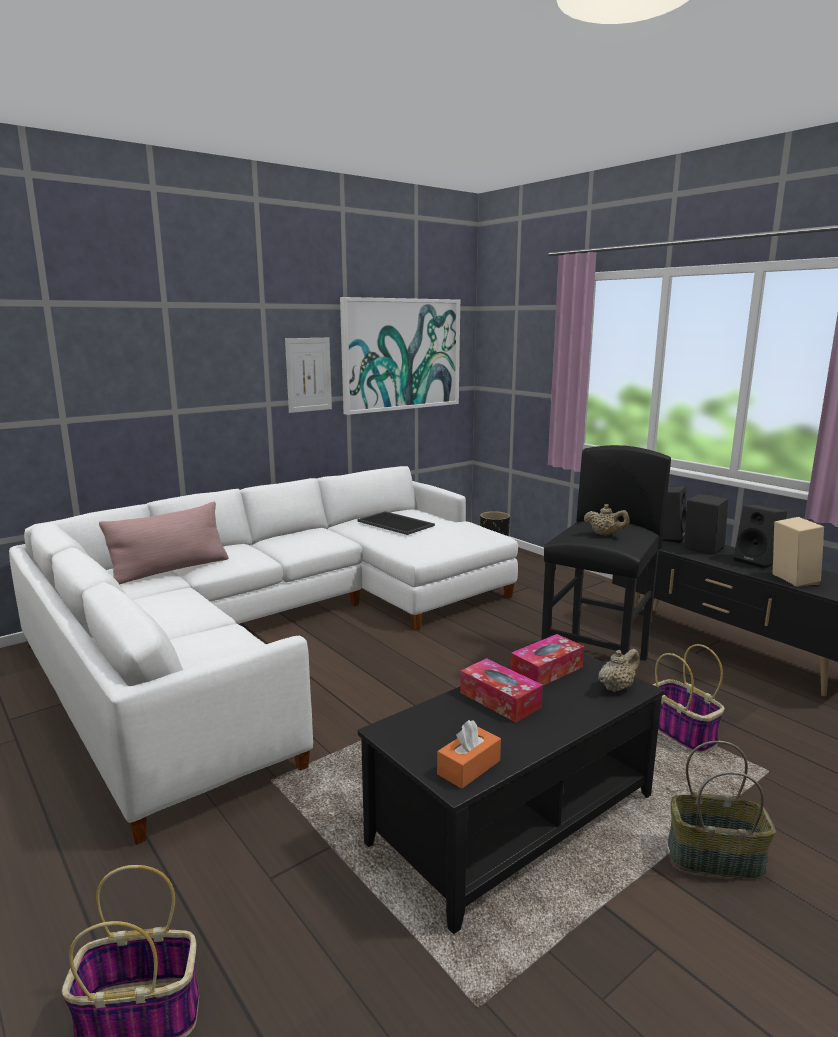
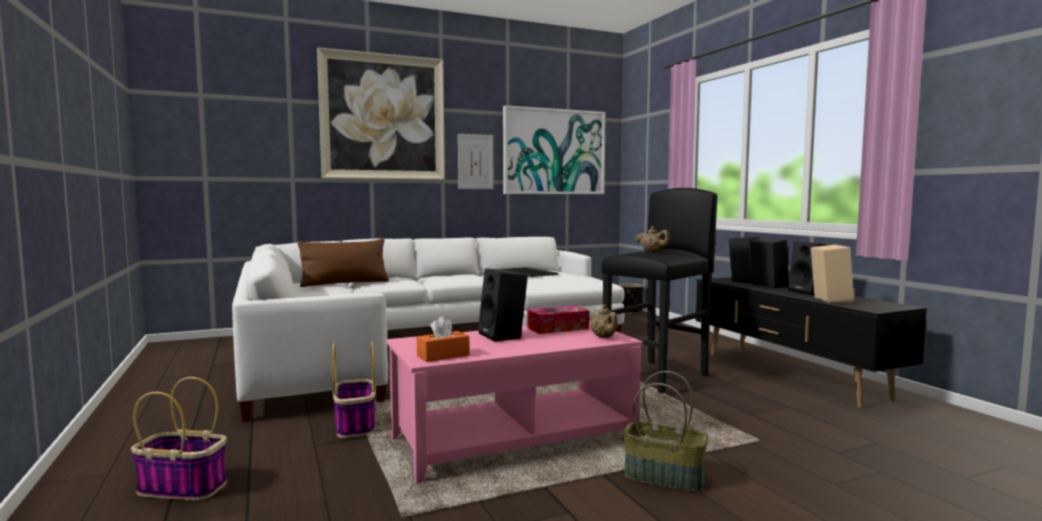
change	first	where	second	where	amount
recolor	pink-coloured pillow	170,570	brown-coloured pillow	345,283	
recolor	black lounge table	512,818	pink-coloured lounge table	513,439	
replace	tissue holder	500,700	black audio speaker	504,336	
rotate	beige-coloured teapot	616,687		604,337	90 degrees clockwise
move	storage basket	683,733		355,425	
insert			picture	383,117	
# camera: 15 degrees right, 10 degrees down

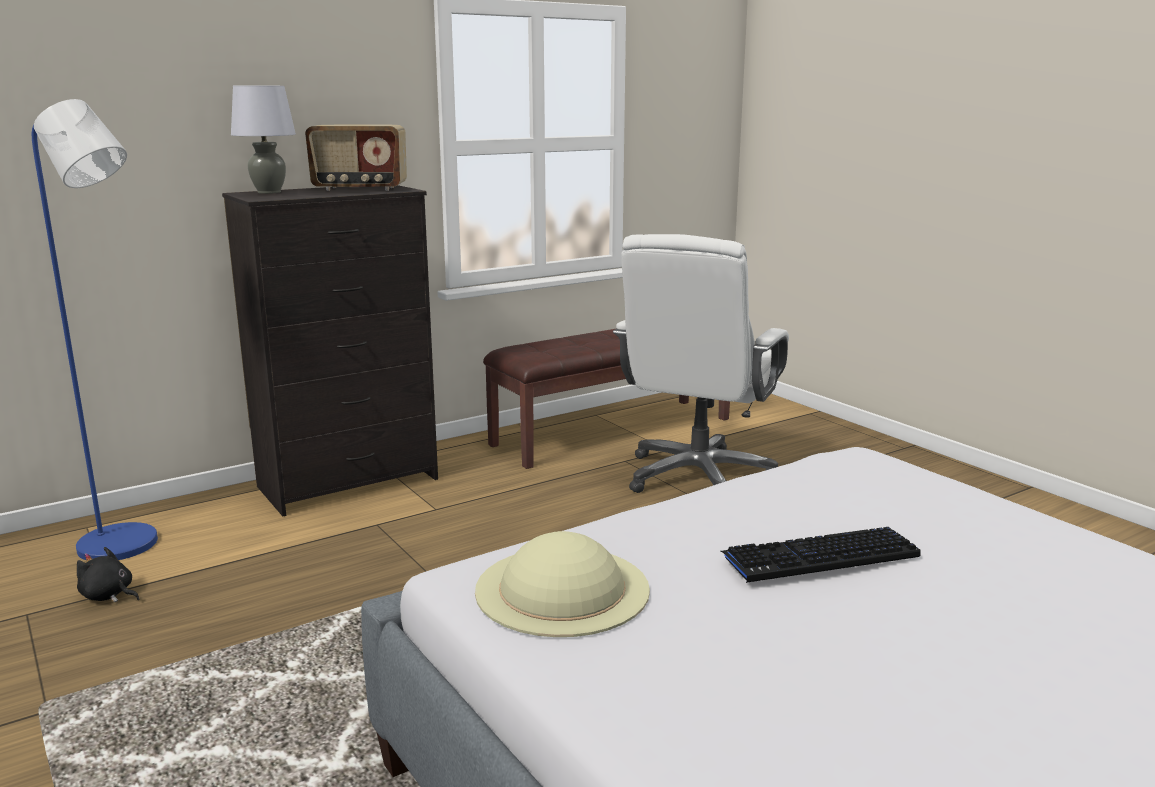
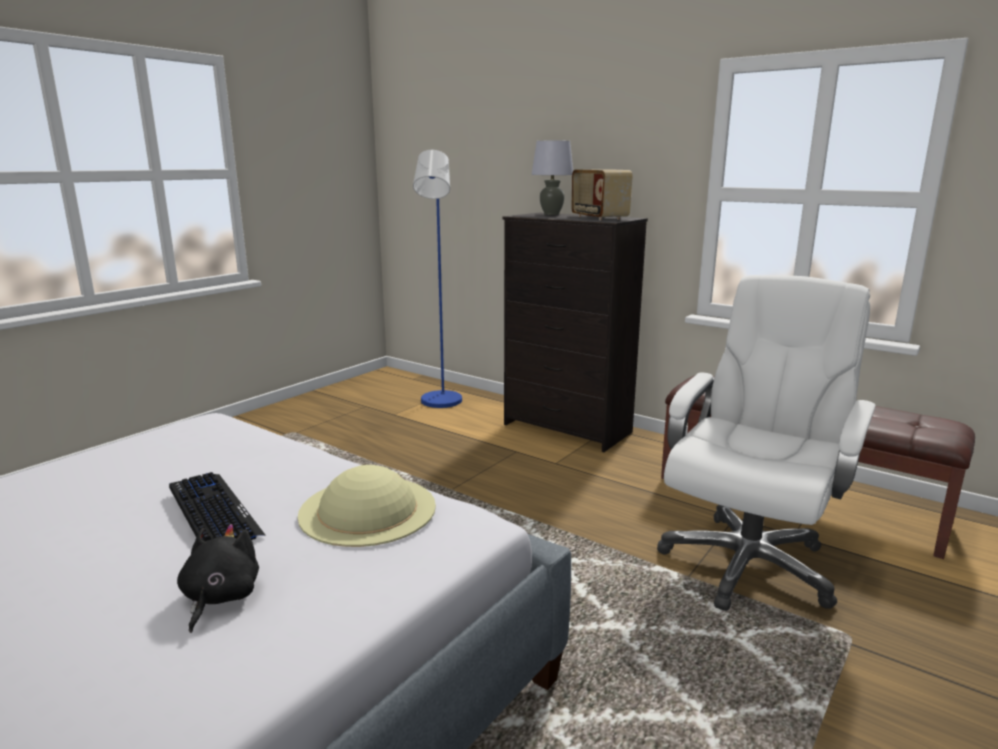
change	first	where	second	where	amount
move	black plush toy	109,596		219,598	
move	beige-coloured hat	562,589		368,509	
rotate	whitish desk chair	698,477		747,563	120 degrees clockwise
# camera: 70 degrees right, 0 degrees up

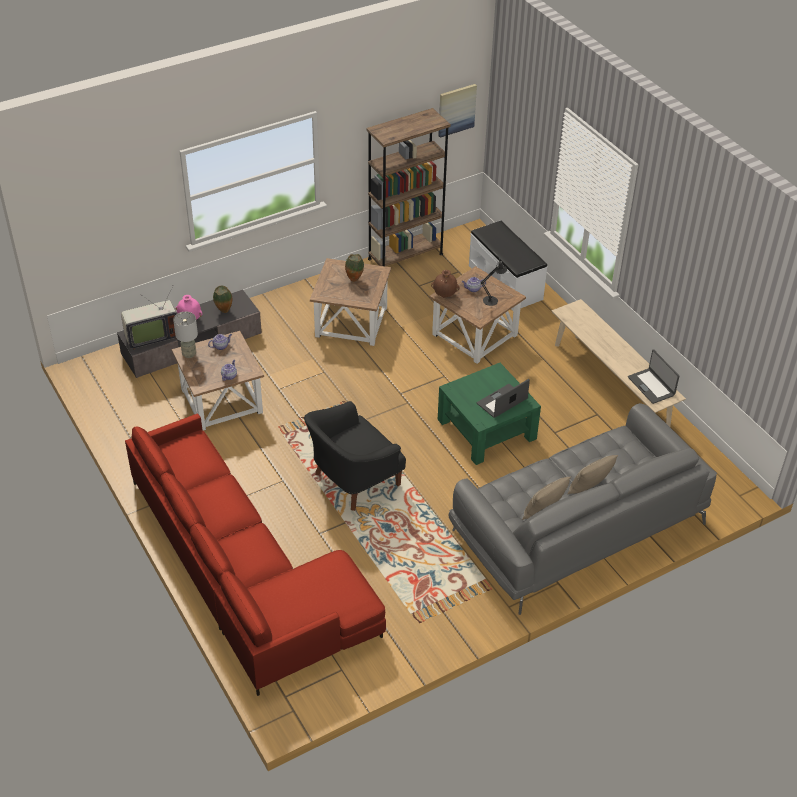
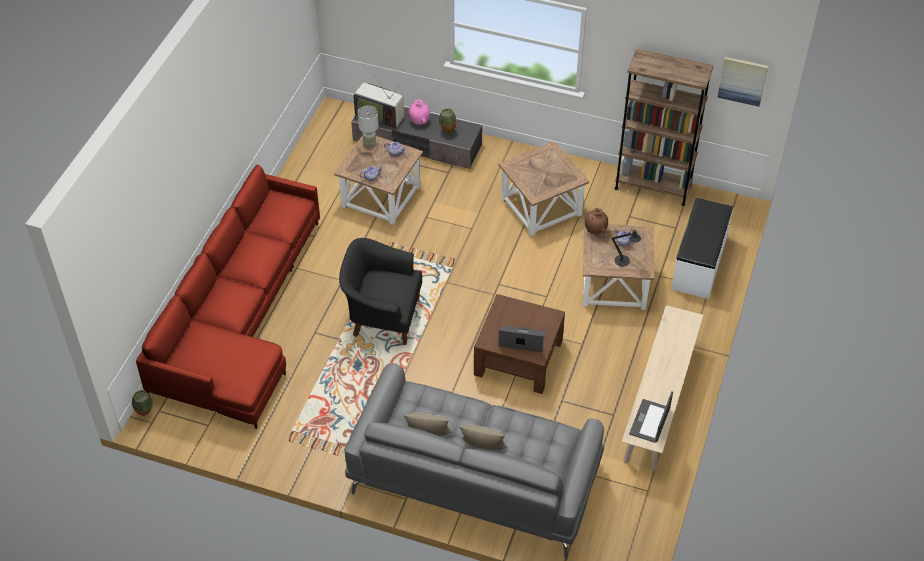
change	first	where	second	where	amount
move	flower vase	354,279		145,413	
recolor	green-coloured lounge table	486,429	brown-coloured lounge table	518,357	
# camera: 50 degrees right, 5 degrees up

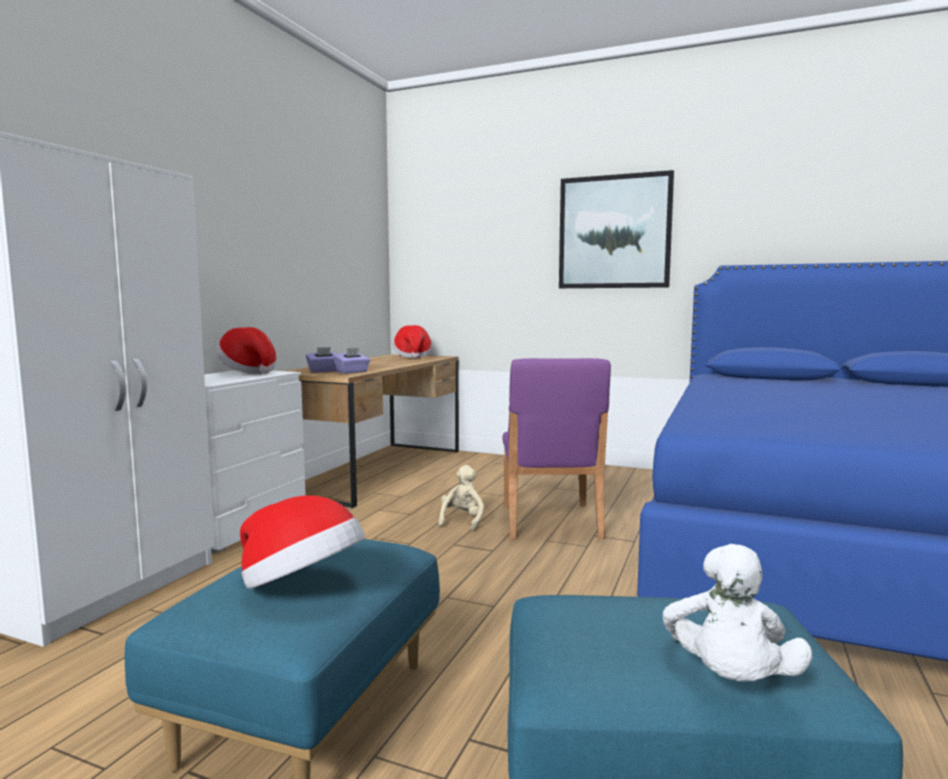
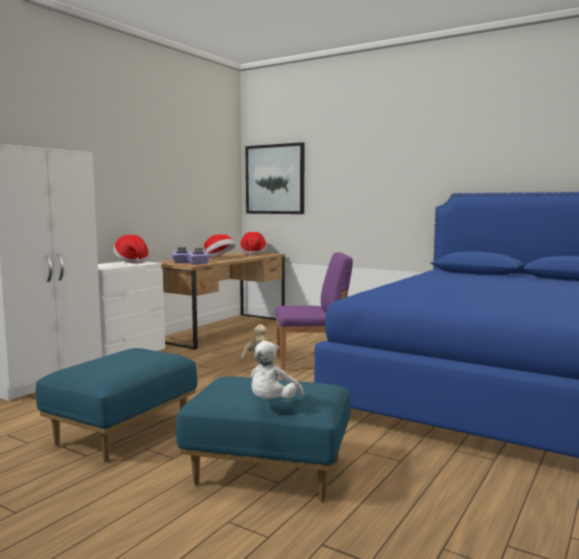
change	first	where	second	where	amount
move	hat	302,587		219,257	
rotate	purple upright chair	549,521		312,362	105 degrees counterclockwise
move	picture	614,232		275,179	
# camera: 10 degrees right, 0 degrees up

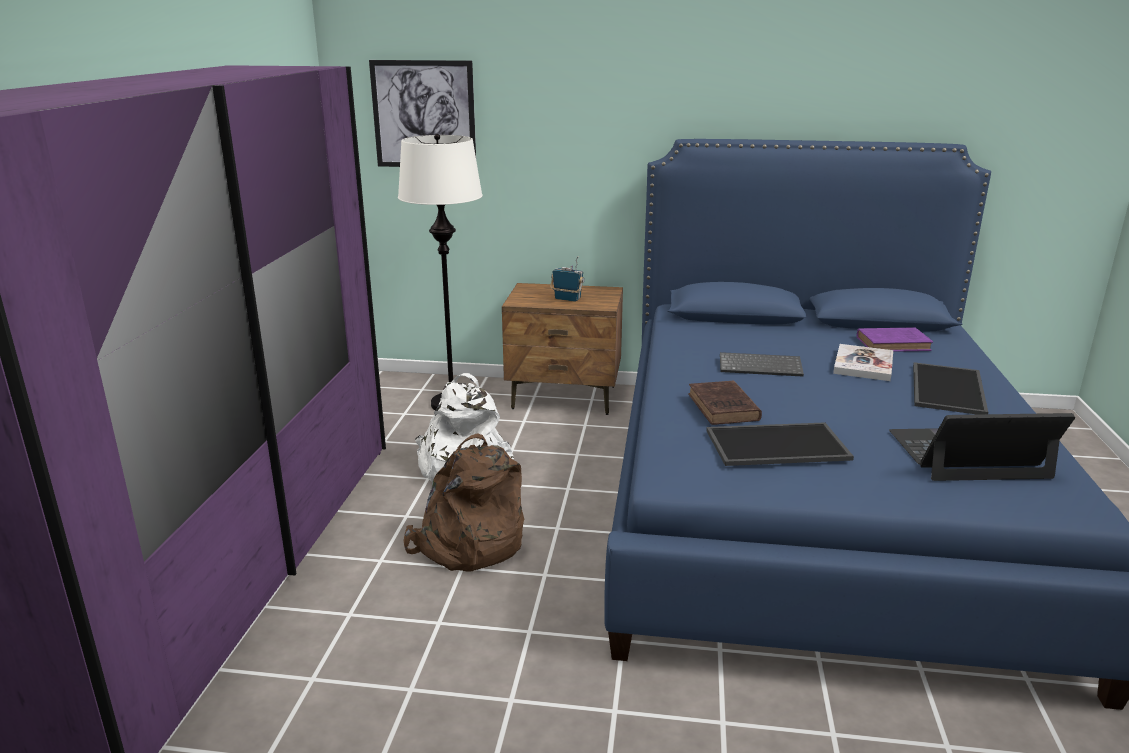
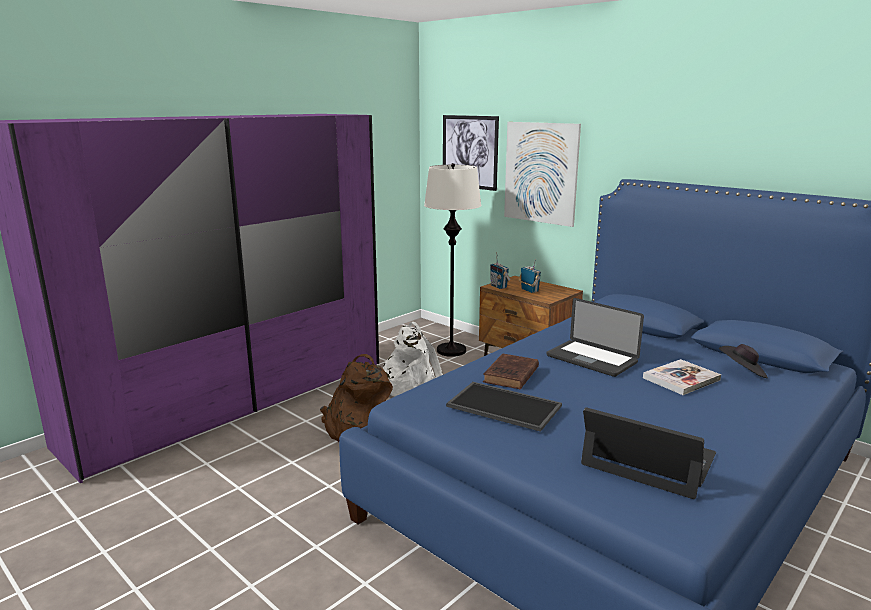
change	first	where	second	where	amount
replace	PC keyboard	761,366	laptop	591,359	
replace	purple bound book	894,344	black hat	742,372	
delete	serving tray	945,388			
insert			radio	499,286	
insert			picture	540,173	
# camera: 35 degrees right, 5 degrees down

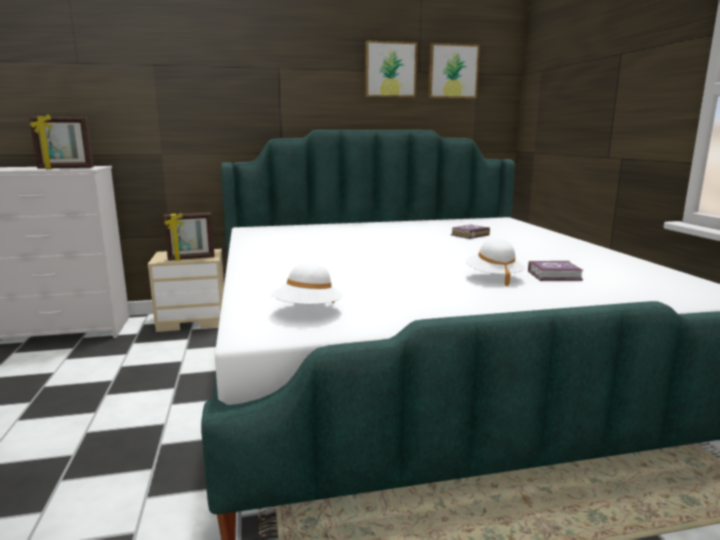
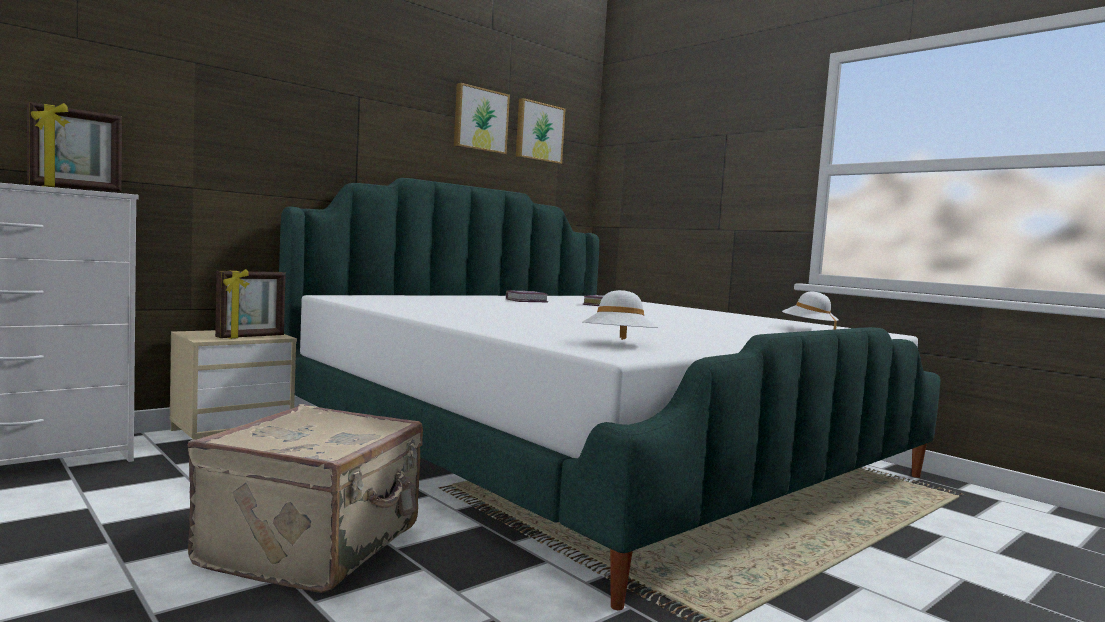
change	first	where	second	where	amount
move	whitish hat	493,278		808,329	
move	bound book	556,276		528,300	
insert			beige-coloured piece of luggage	316,546	
# camera: 30 degrees left, 10 degrees down

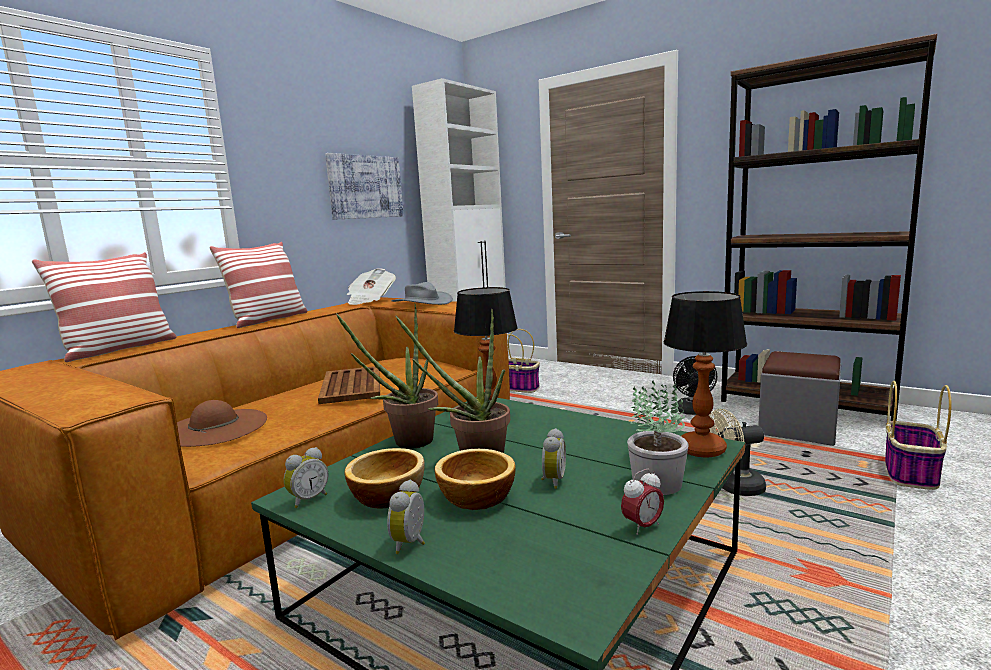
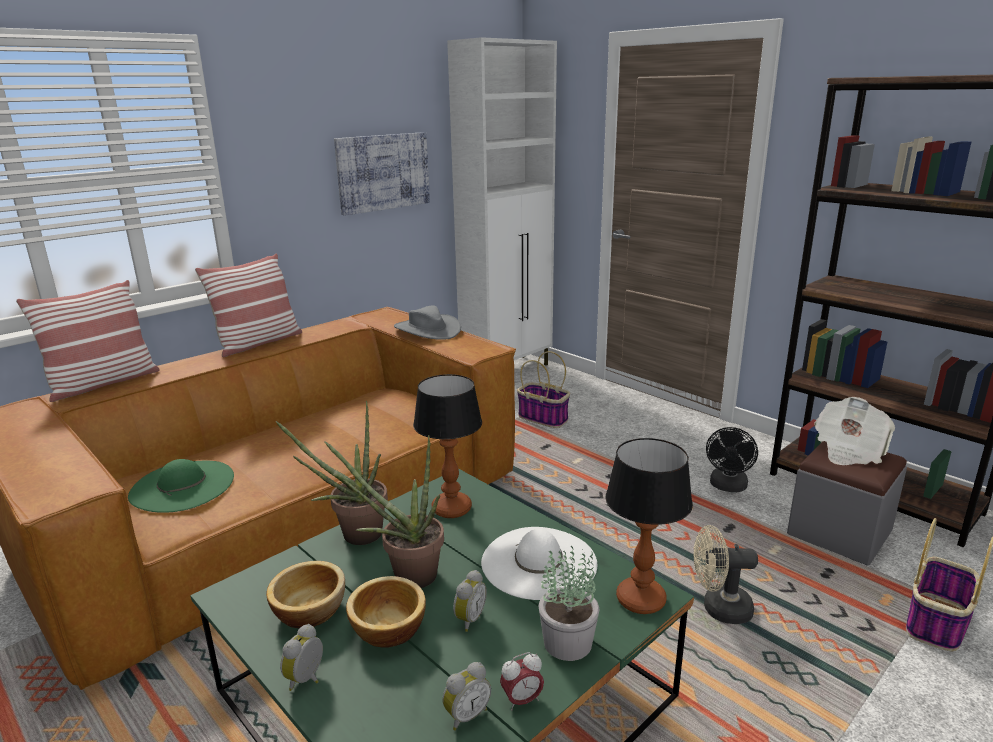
change	first	where	second	where	amount
recolor	brown-coloured hat	214,428	green-coloured hat	182,486	
move	alarm clock	308,499		466,715	
delete	brown-coloured serving tray	352,385			
move	printed paper	370,300		849,450	
insert			whitish hat	539,562	
# camera: 10 degrees right, 10 degrees up

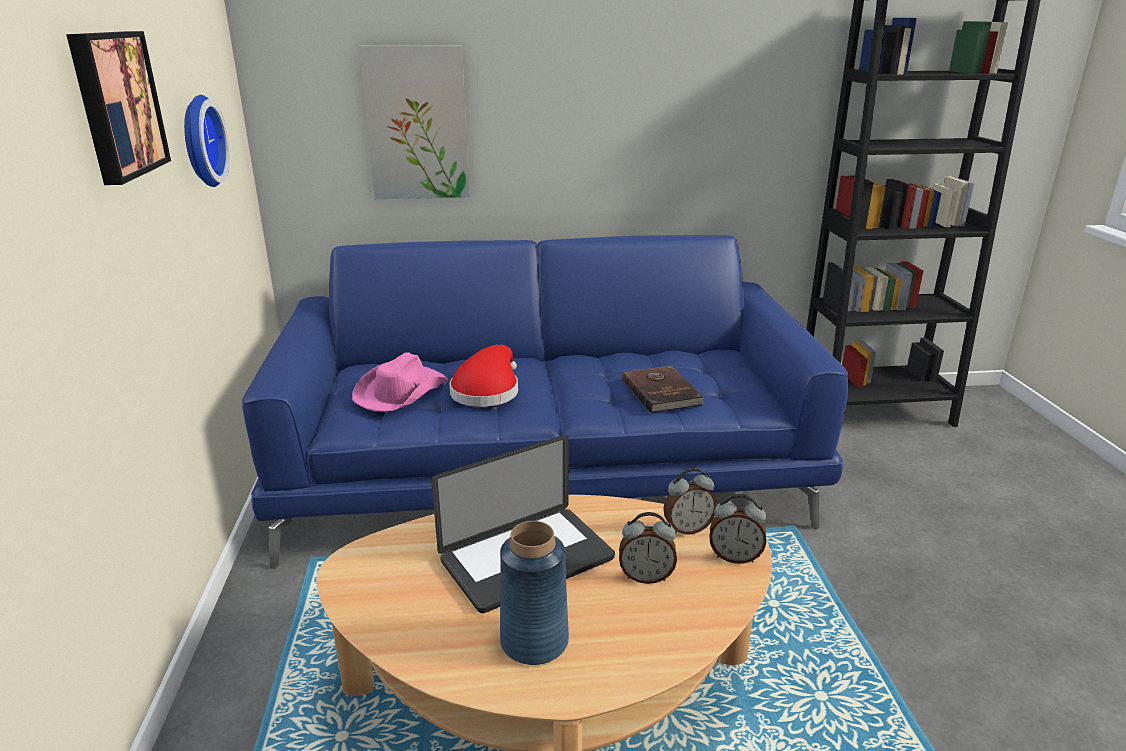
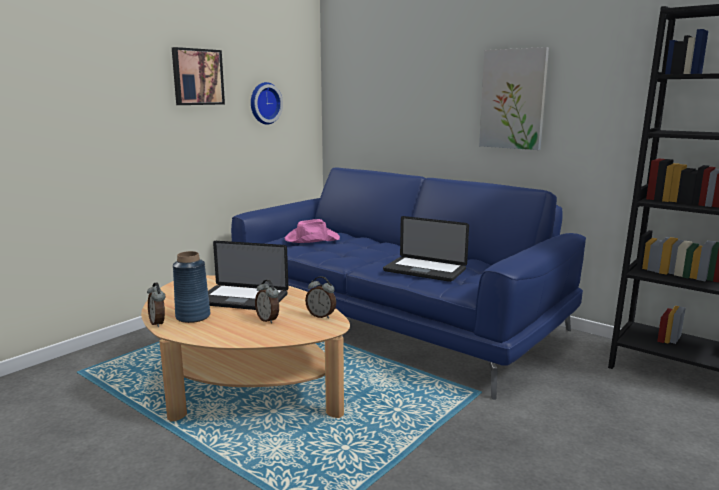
change	first	where	second	where	amount
move	picture	417,124		513,99	
delete	red hat	487,391			
replace	brown-coloured bound book	662,392	laptop	424,270	
move	alarm clock	734,557		158,323	
# camera: 45 degrees right, 10 degrees down

